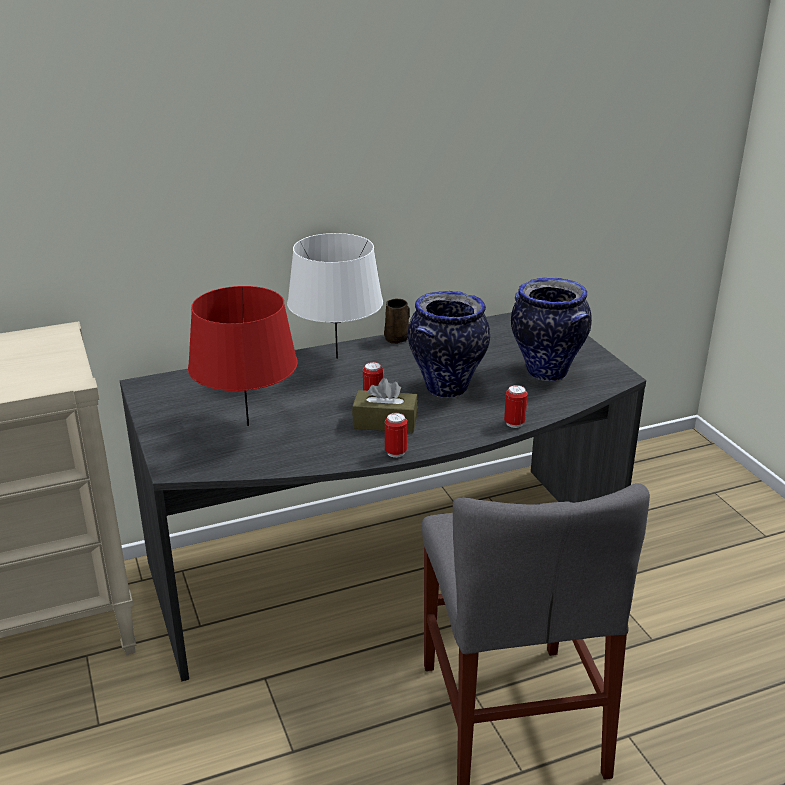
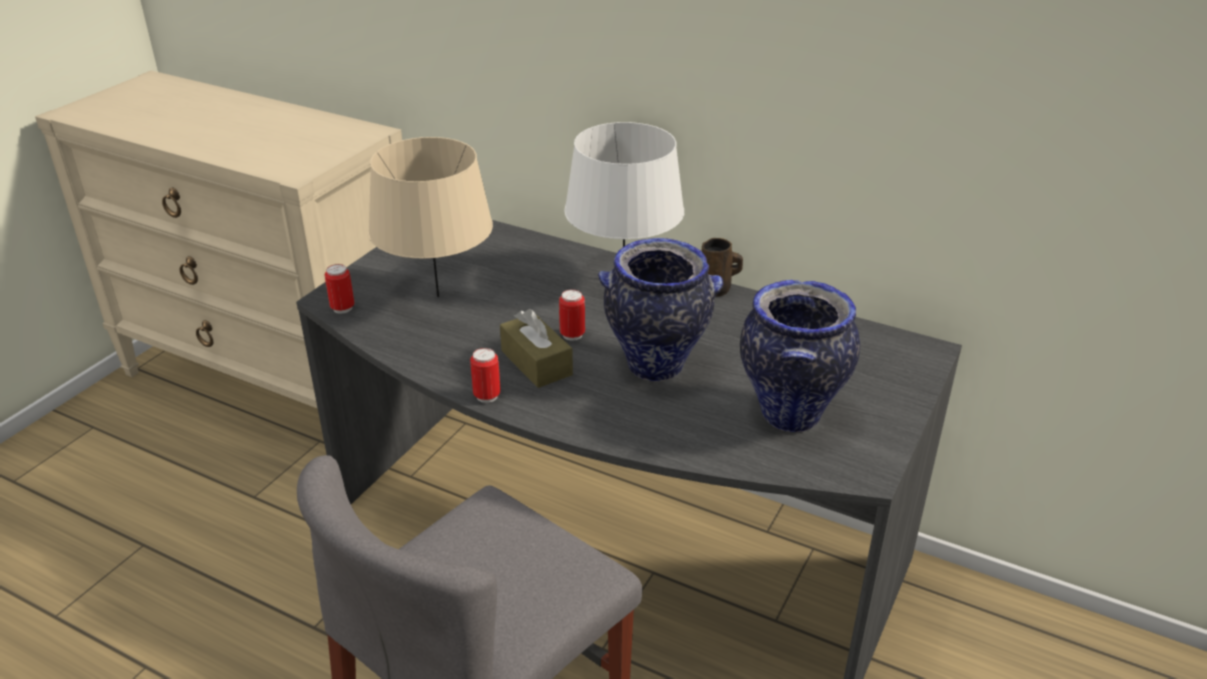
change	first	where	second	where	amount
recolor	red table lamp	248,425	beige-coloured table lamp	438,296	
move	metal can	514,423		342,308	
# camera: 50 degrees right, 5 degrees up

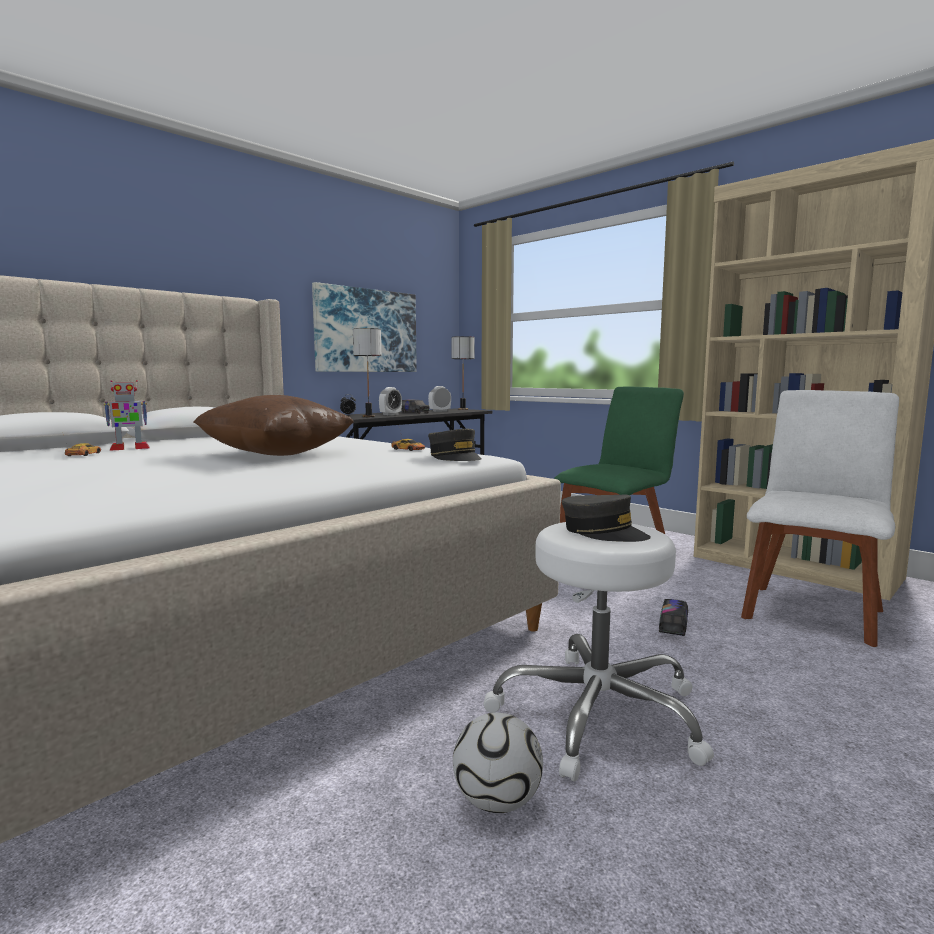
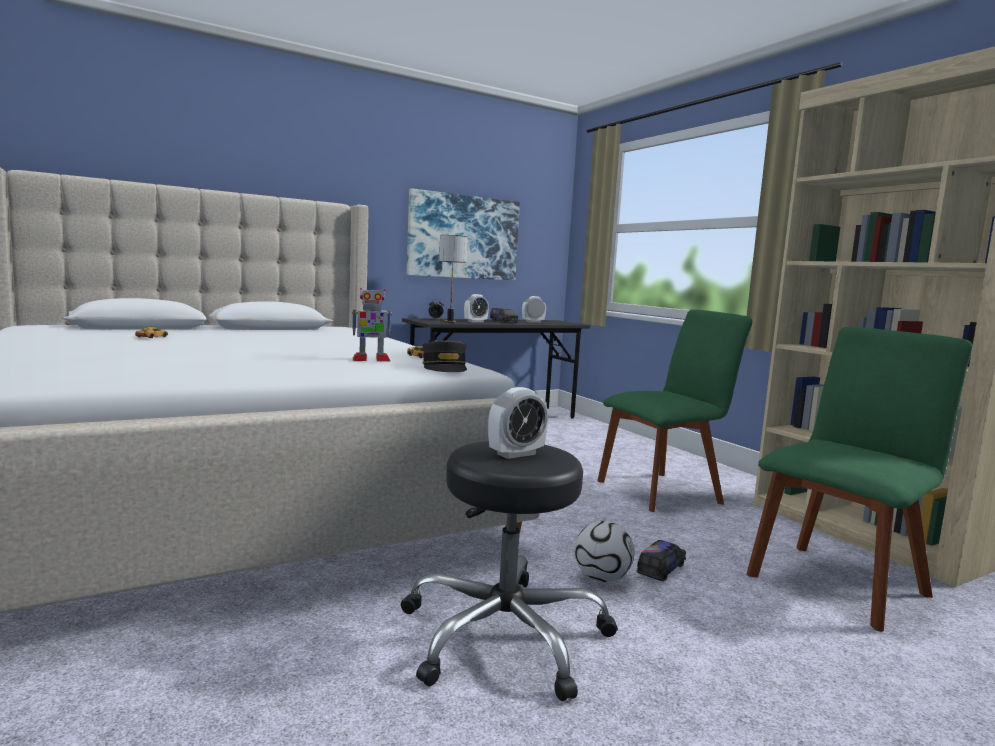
change	first	where	second	where	amount
move	toy robot	129,448		370,359	
delete	brown-coloured pillow	276,455			
delete	table lamp	463,409			
move	football ball	497,802		601,578	
recolor	whitish sitting stool	599,714	black sitting stool	505,635	
replace	grey peaked cap	603,532	alarm clock	516,454	
recolor	whitish upright chair	812,611	green-coloured upright chair	839,582	
# camera: 15 degrees right, 0 degrees up

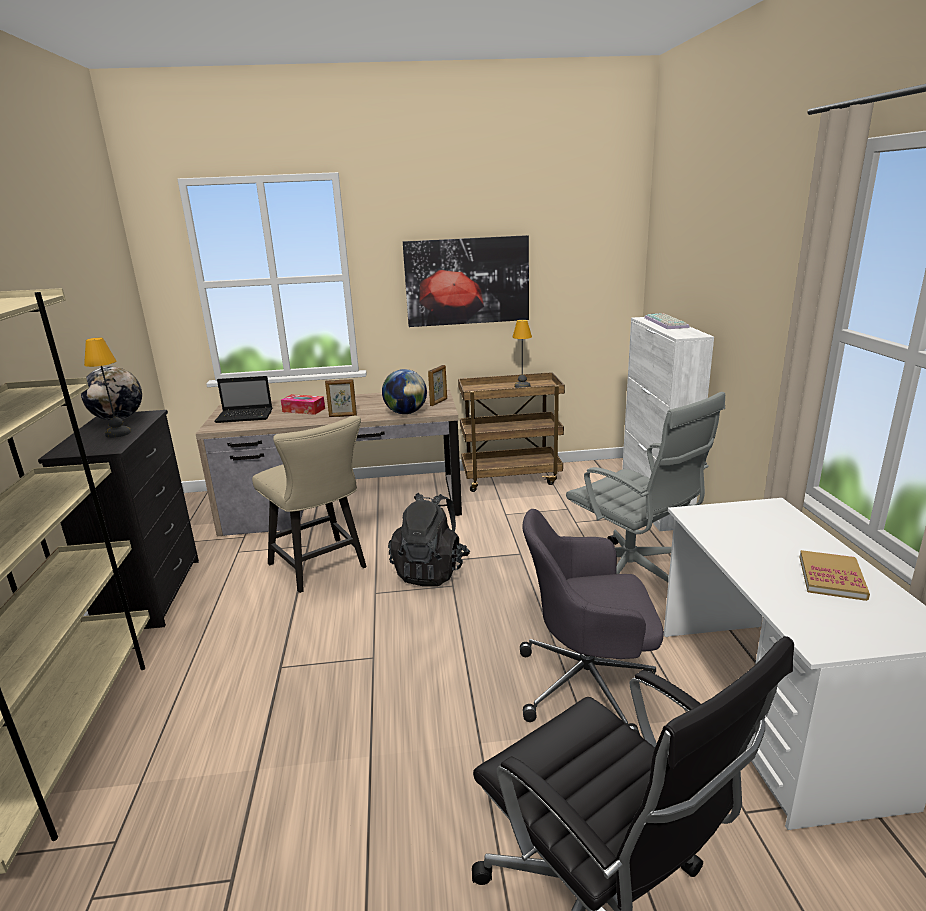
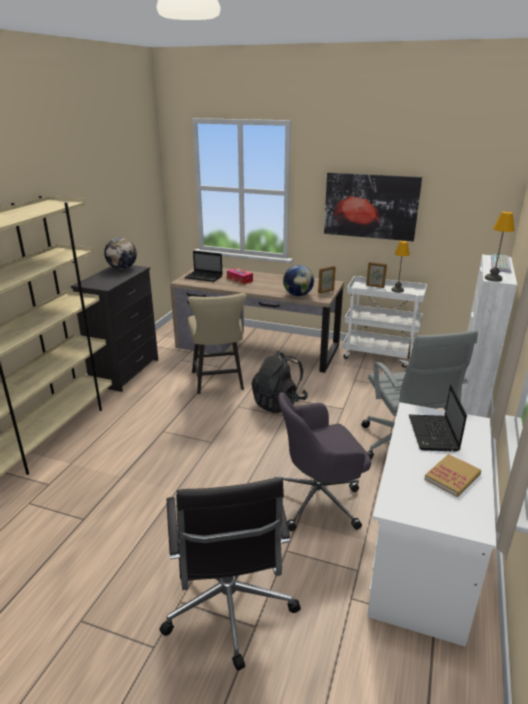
change	first	where	second	where	amount
move	table lamp	117,433		493,278	
move	picture frame	343,416		375,286	
recolor	brown-coloured wheeled cart	511,477	whitish wheeled cart	380,355	
rotate	grey desk chair	588,685		319,499	45 degrees counterclockwise
insert			laptop	434,434	
# camera: 25 degrees right, 5 degrees up

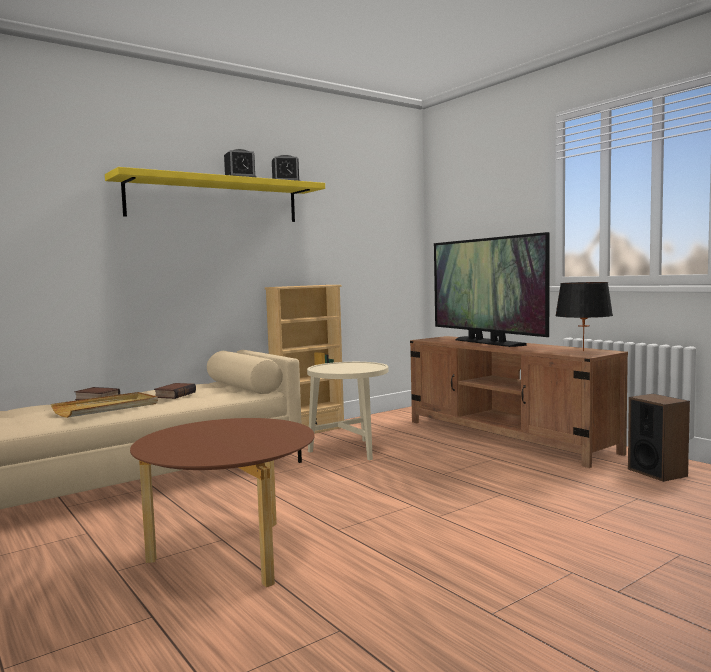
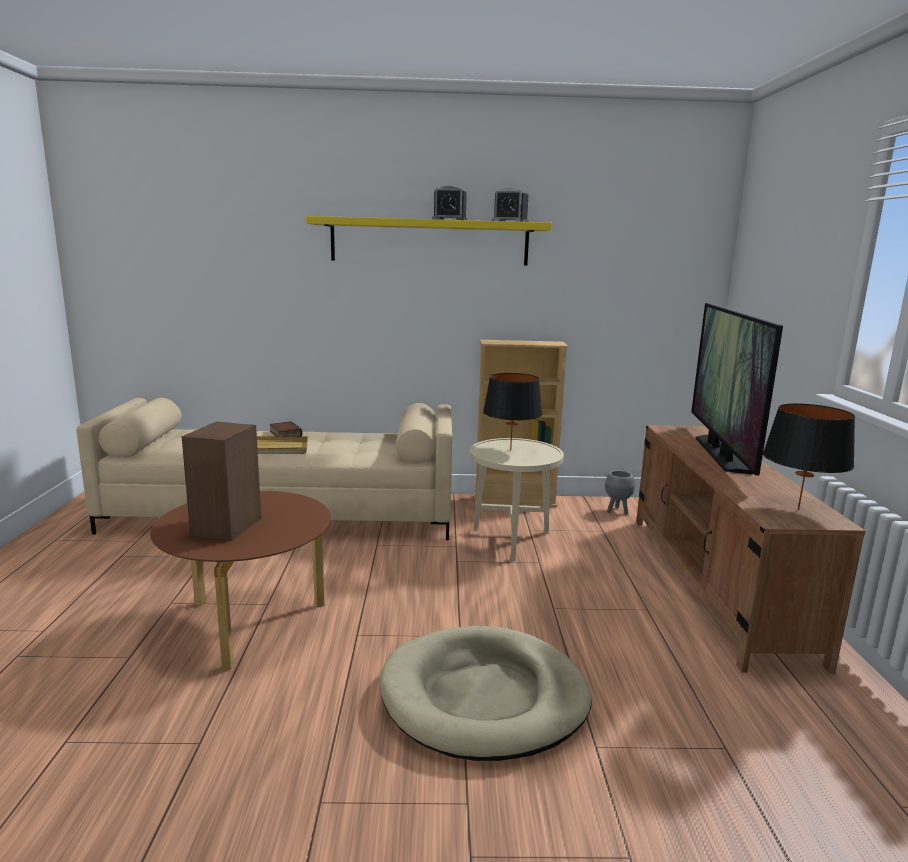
change	first	where	second	where	amount
delete	bound book	174,394			
move	audio speaker	657,472		227,526	
insert			beige-coloured dog bed	484,697	
insert			black table lamp	510,450	
insert			grey flower pot	617,511	
# camera: 35 degrees right, 10 degrees up

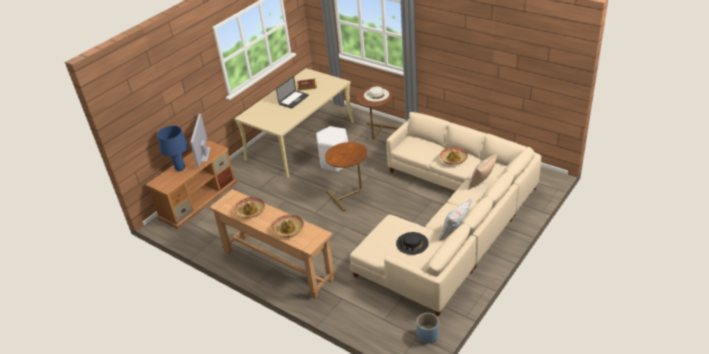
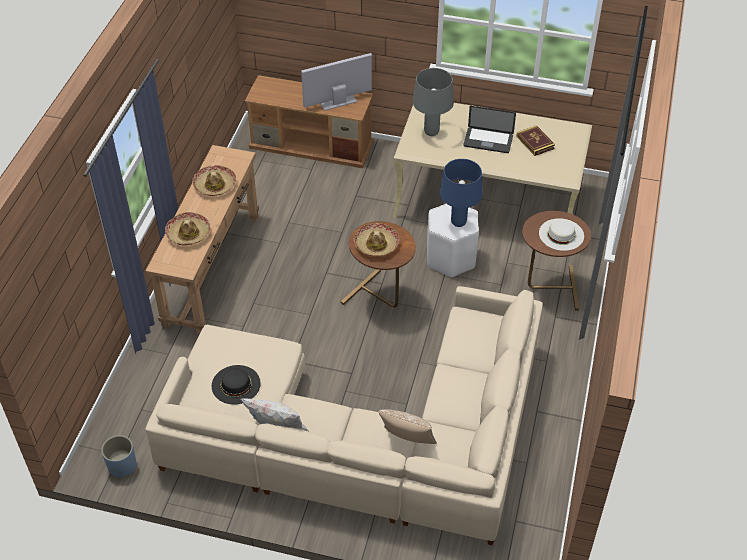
change	first	where	second	where	amount
move	blue-coloured table lamp	180,169		458,223	
move	hat	453,159		376,244	
insert			grey table lamp	432,132	
# camera: 65 degrees right, 10 degrees up

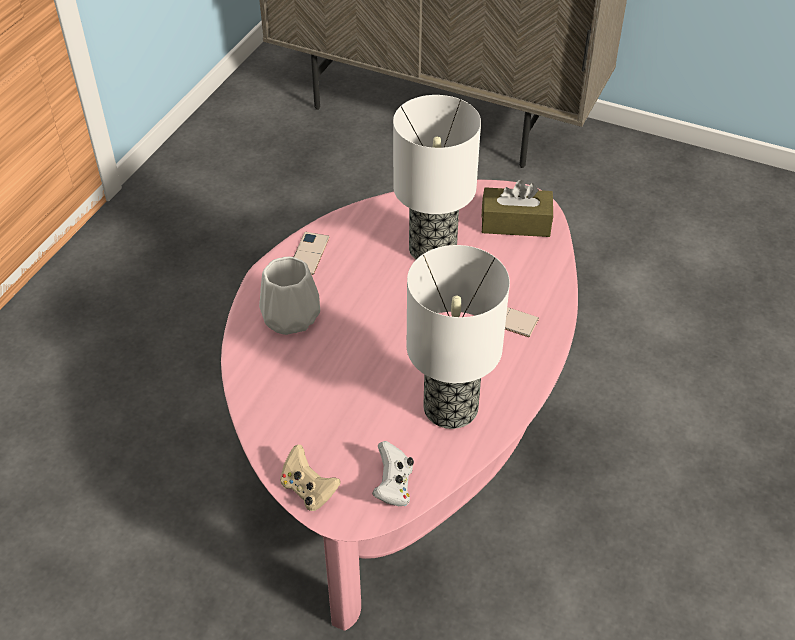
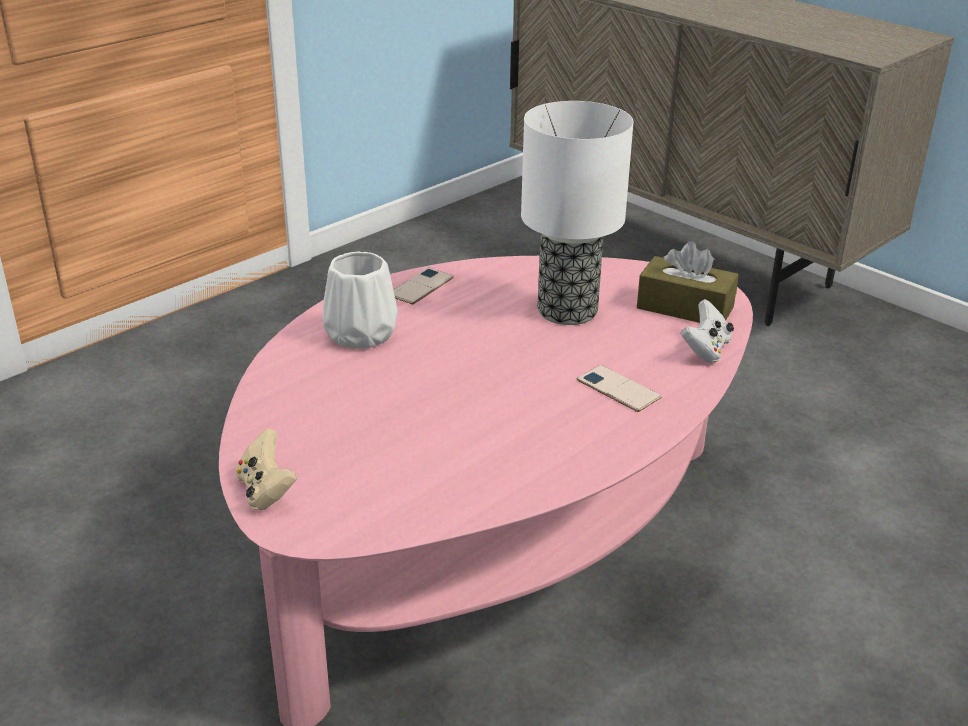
change	first	where	second	where	amount
move	whitish joypad	393,486		705,350	
delete	table lamp	450,409			
# camera: 20 degrees right, 15 degrees down

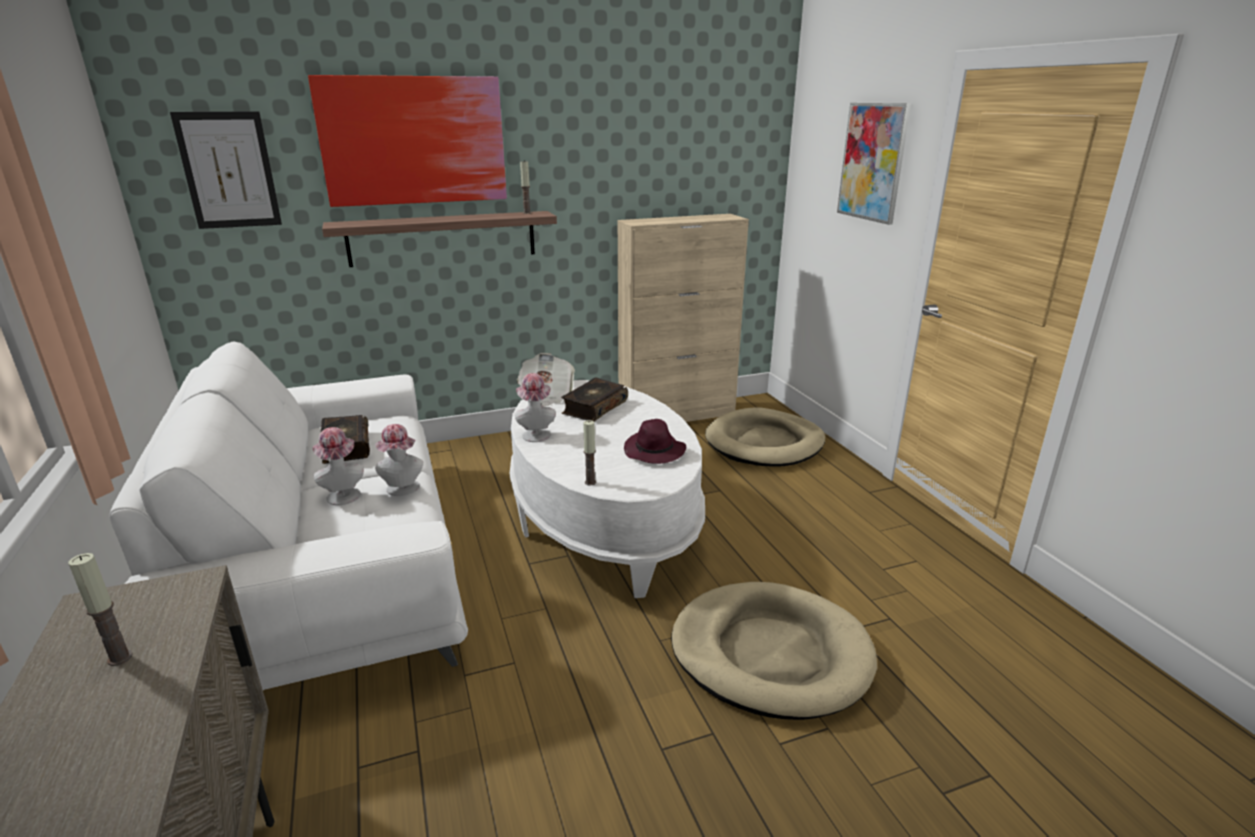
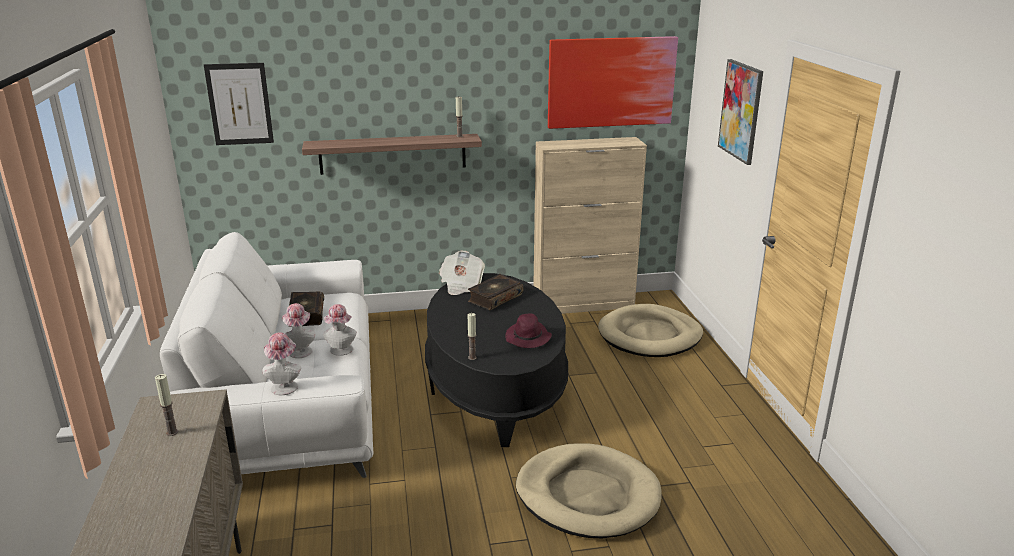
change	first	where	second	where	amount
move	picture	414,141		611,82	
recolor	whitish lounge table	603,519	black lounge table	495,387	
move	hat	536,434		285,386	
# camera: 10 degrees right, 0 degrees up

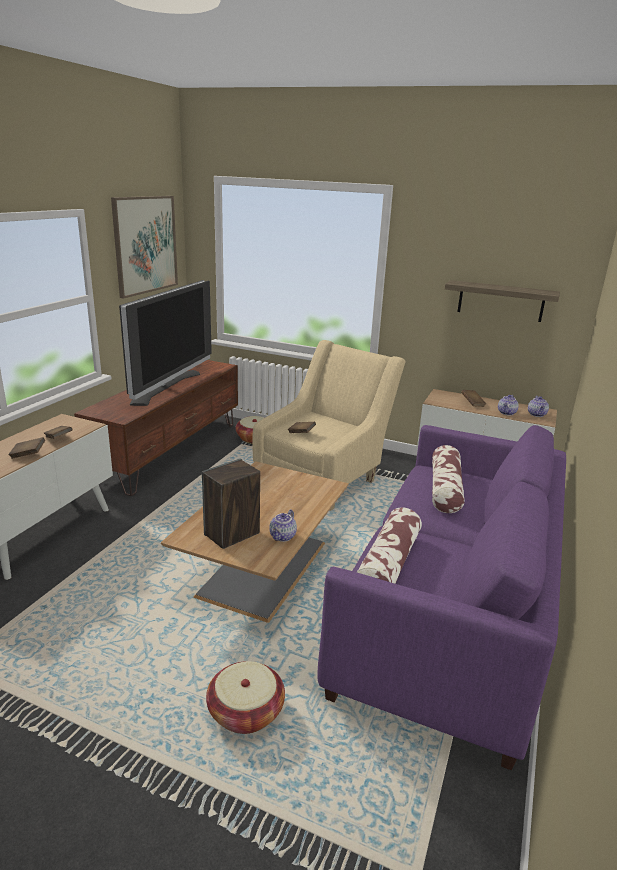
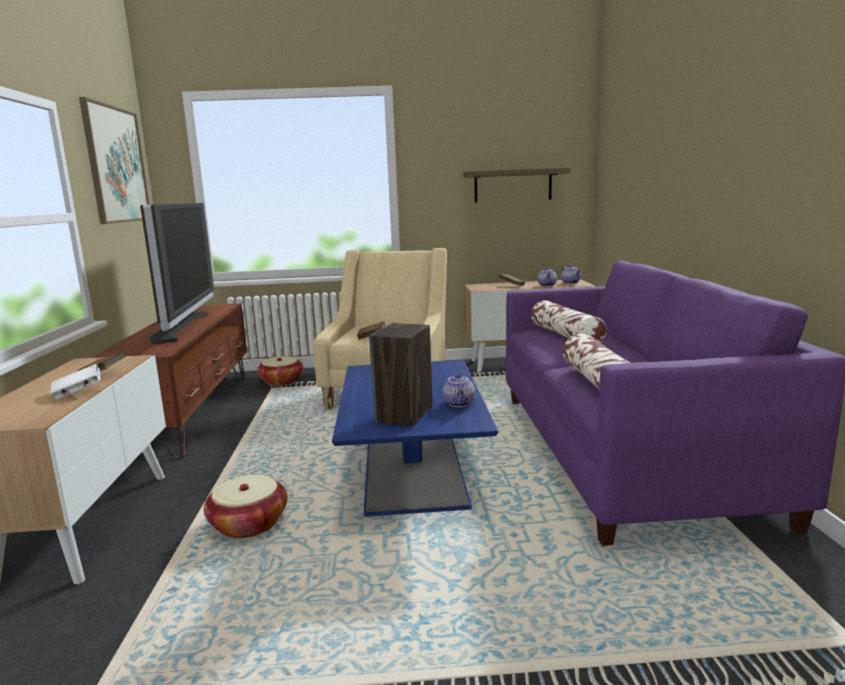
change	first	where	second	where	amount
recolor	brown-coloured bound book	28,455	whitish bound book	78,392	
recolor	brown-coloured lounge table	263,570	blue-coloured lounge table	414,473	
move	storage basket	246,712		249,524	
# camera: 25 degrees left, 10 degrees down

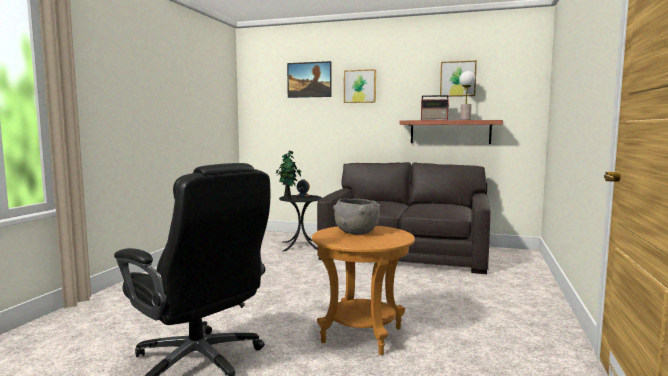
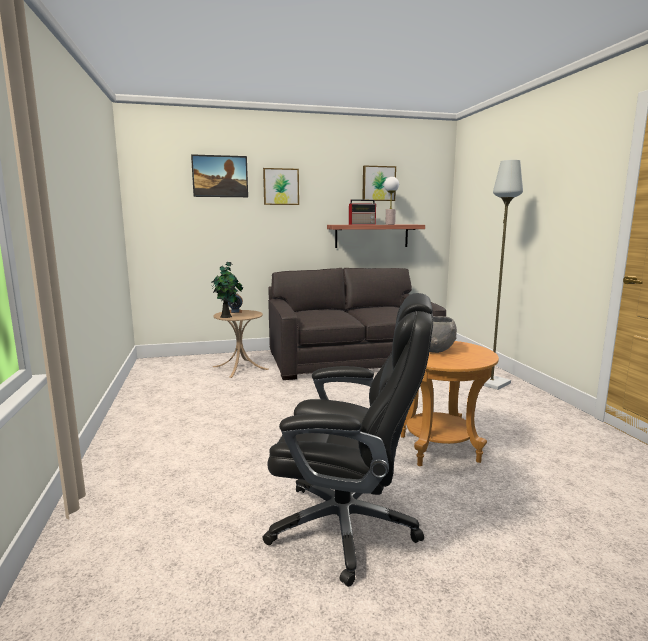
change	first	where	second	where	amount
recolor	black side table	301,246	beige-coloured side table	240,368	
insert			grey standard lamp	492,383	
# camera: 30 degrees left, 5 degrees up

